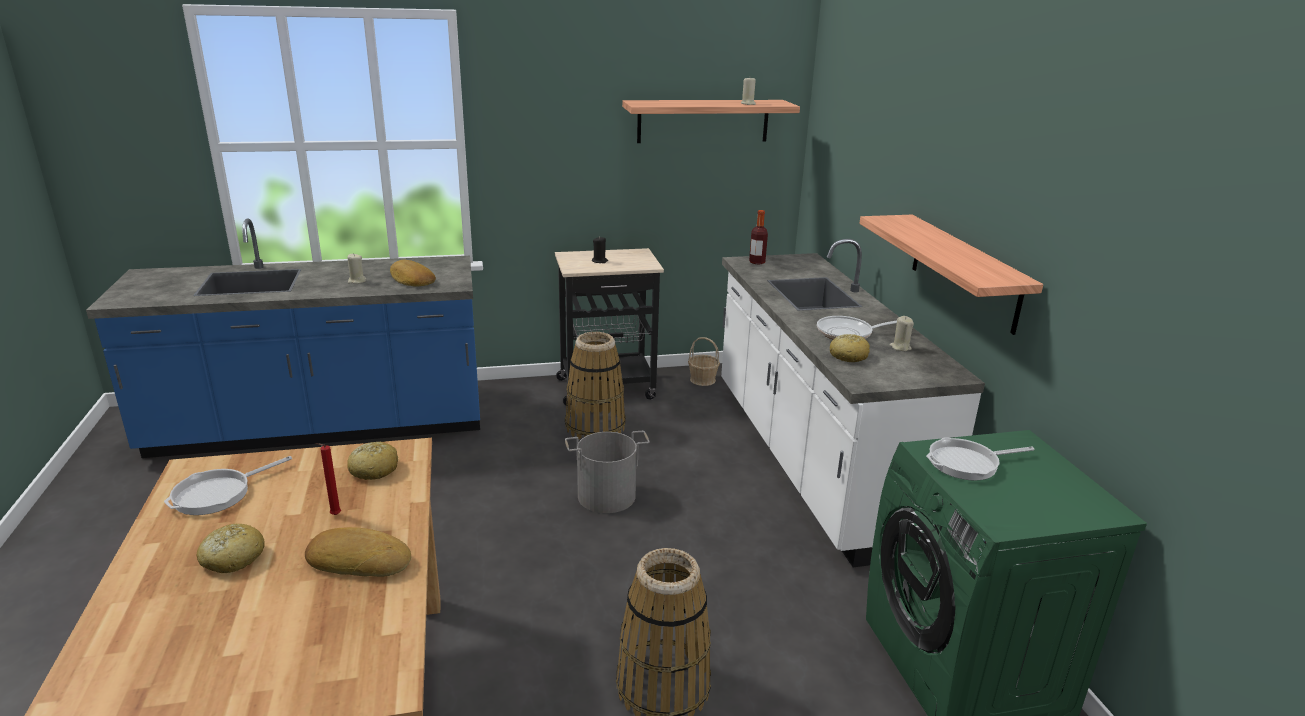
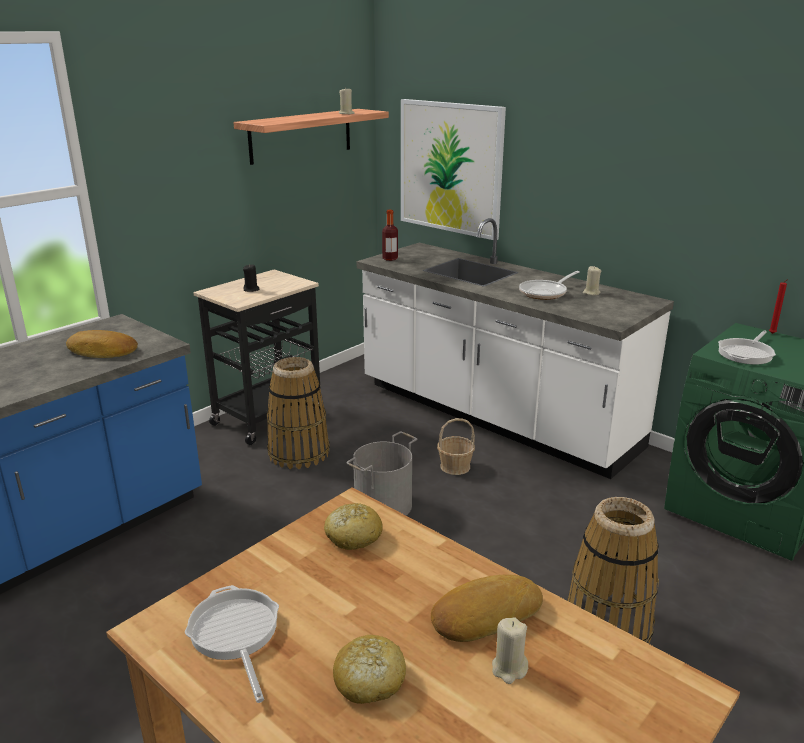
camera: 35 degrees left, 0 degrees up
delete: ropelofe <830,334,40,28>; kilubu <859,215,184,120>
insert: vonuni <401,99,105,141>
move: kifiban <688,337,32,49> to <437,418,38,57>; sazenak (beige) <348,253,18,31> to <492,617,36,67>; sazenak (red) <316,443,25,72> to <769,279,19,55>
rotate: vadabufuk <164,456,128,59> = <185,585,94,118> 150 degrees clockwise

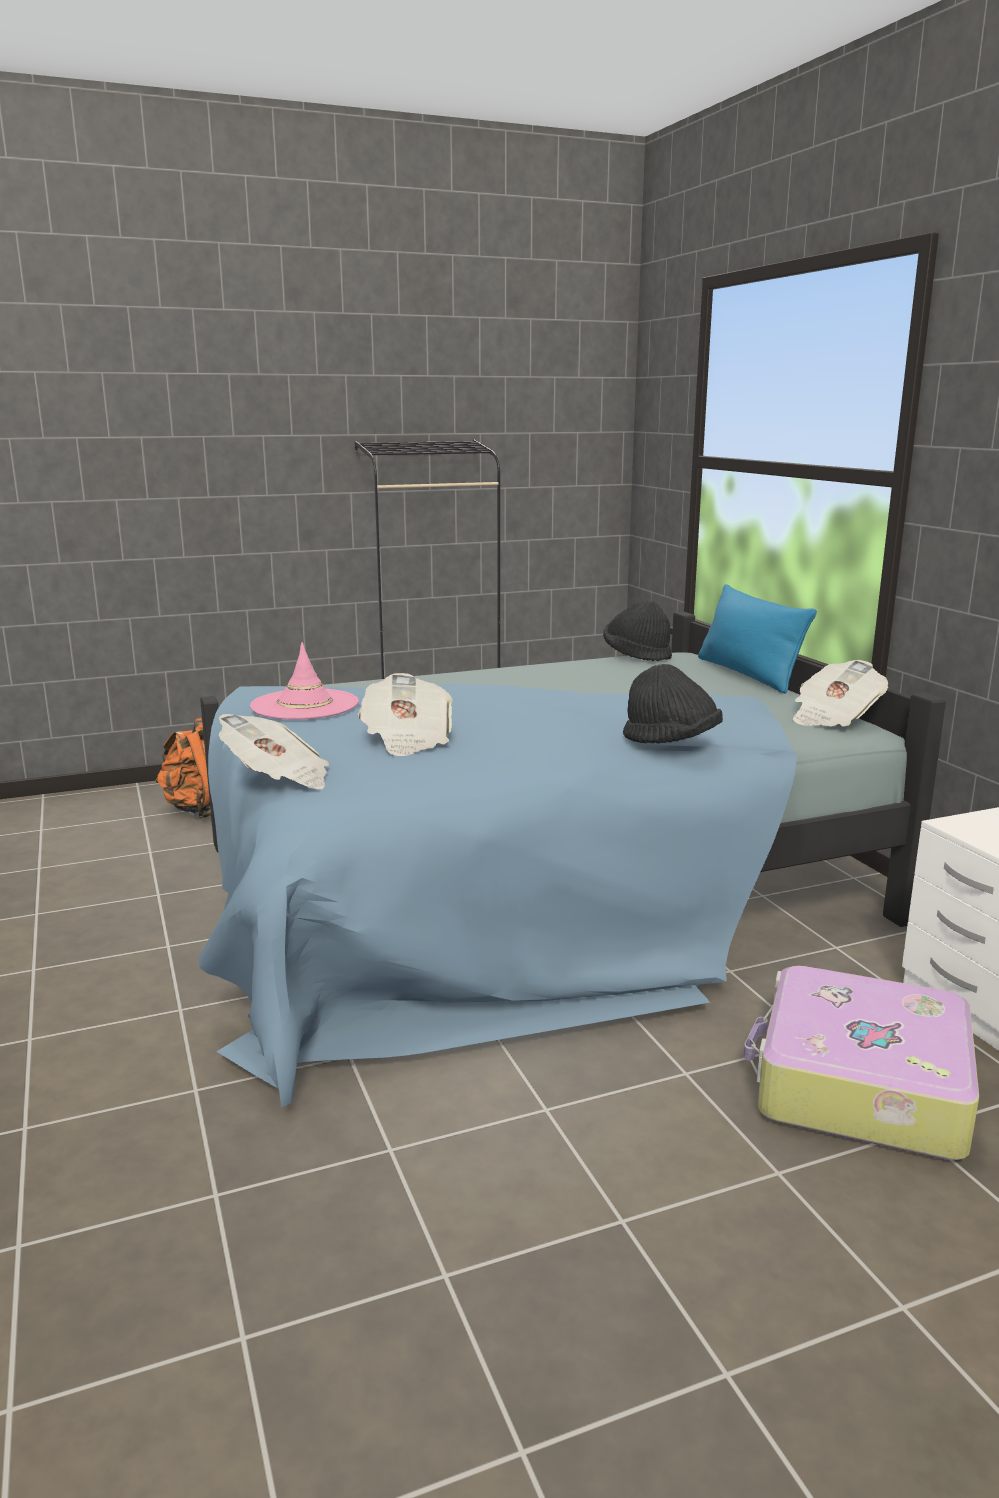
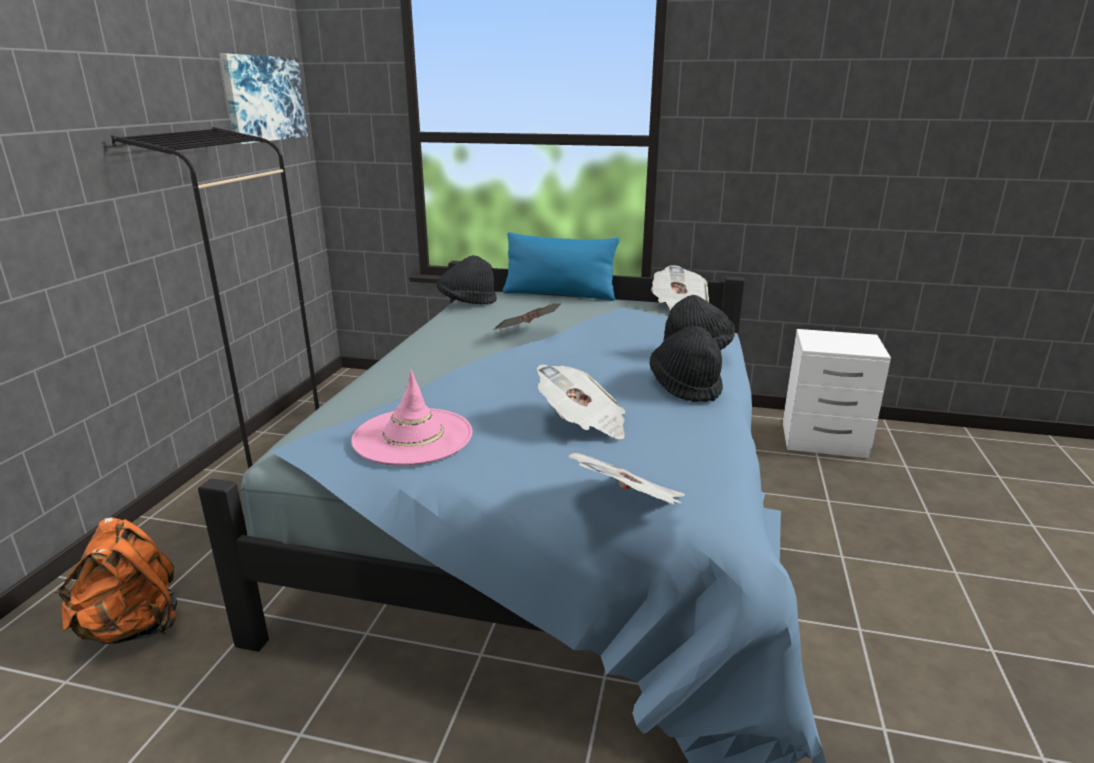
camera: 55 degrees left, 5 degrees up
delete: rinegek <743,966,236,194>
insert: vonuni <220,54,88,90>; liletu <494,304,67,26>; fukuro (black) <650,326,73,76>

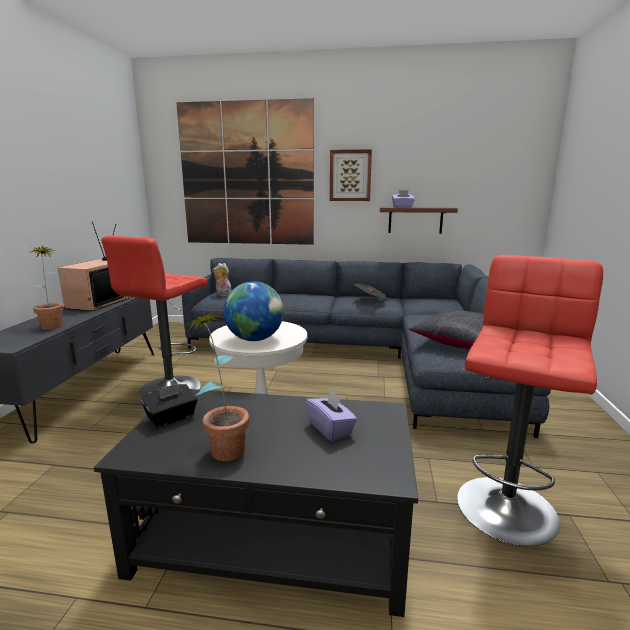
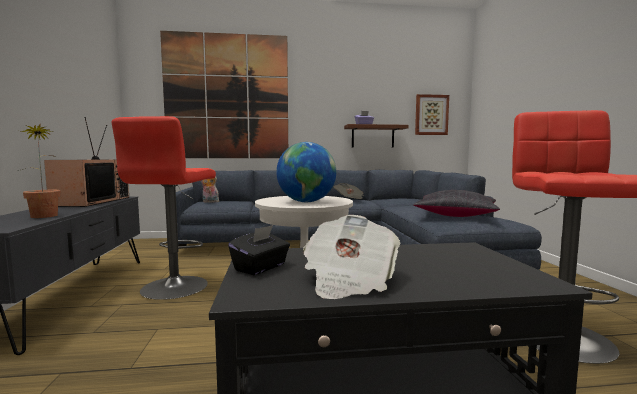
camera: 15 degrees left, 10 degrees down
delete: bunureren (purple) <306,390,51,51>
move: vonuni <330,149,42,52> to <415,94,34,41>
replace: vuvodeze <182,312,67,149> to liletu <303,215,97,84>

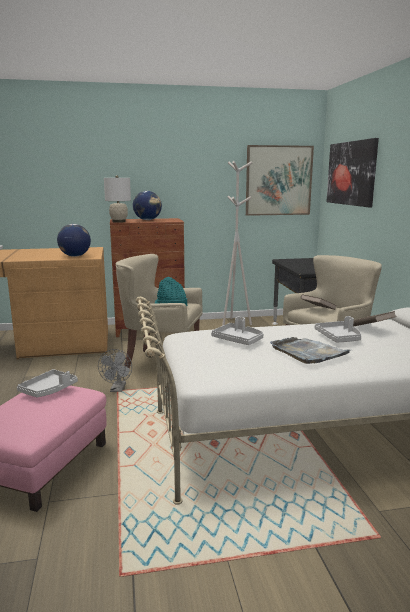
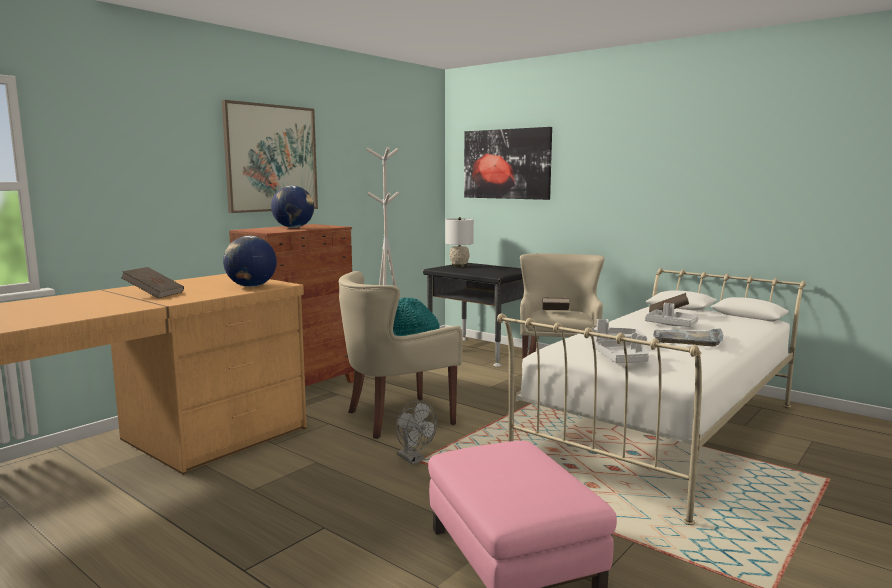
camera: 40 degrees left, 5 degrees down
insert: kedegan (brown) <121,267,63,31>
move: vonuni <246,145,68,71> to <222,100,96,113>; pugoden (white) <104,175,27,48> to <446,217,28,50>; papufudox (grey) <17,369,61,28> to <595,333,54,30>

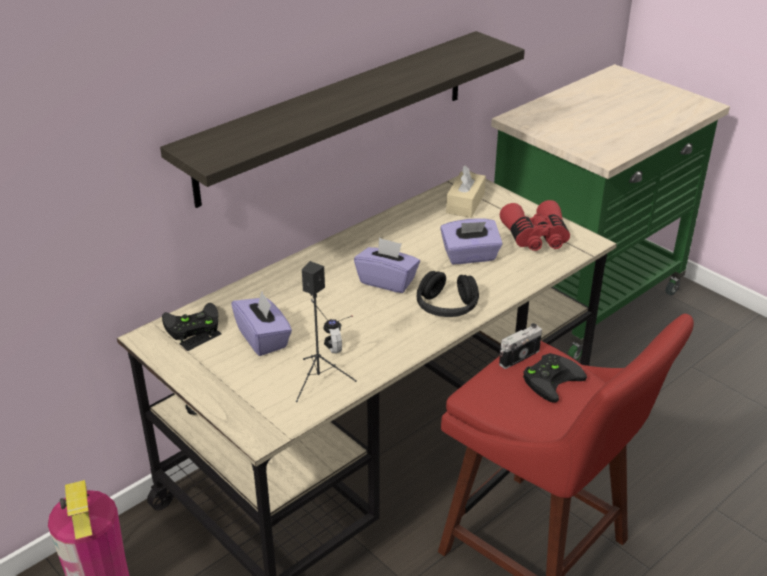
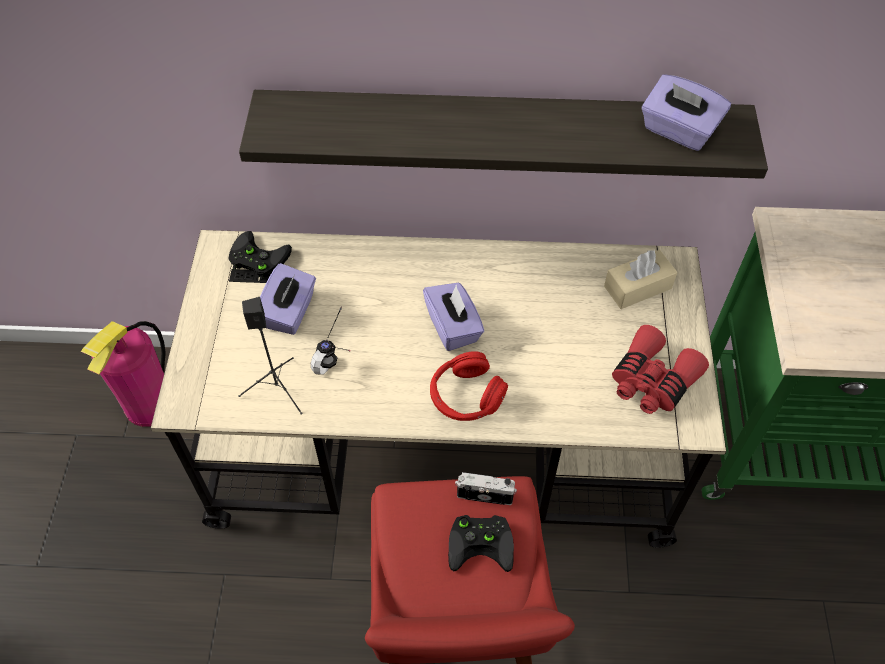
camera: 45 degrees right, 20 degrees up
move: bunureren (purple) <440,218,63,46> to <642,74,89,77>
recolor: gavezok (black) <417,271,62,46> to gavezok (red) <430,351,78,70>

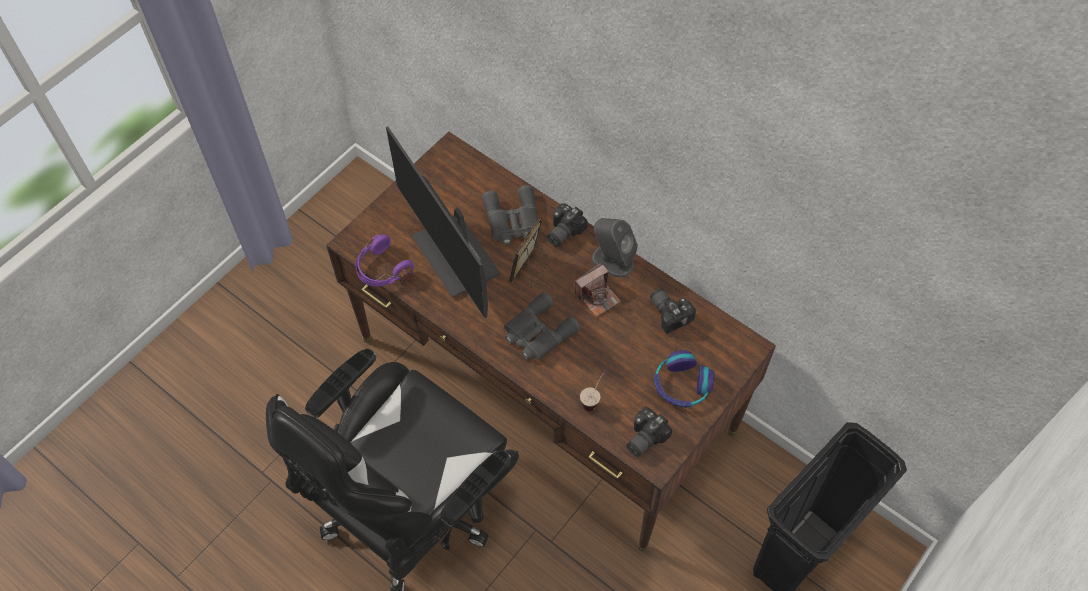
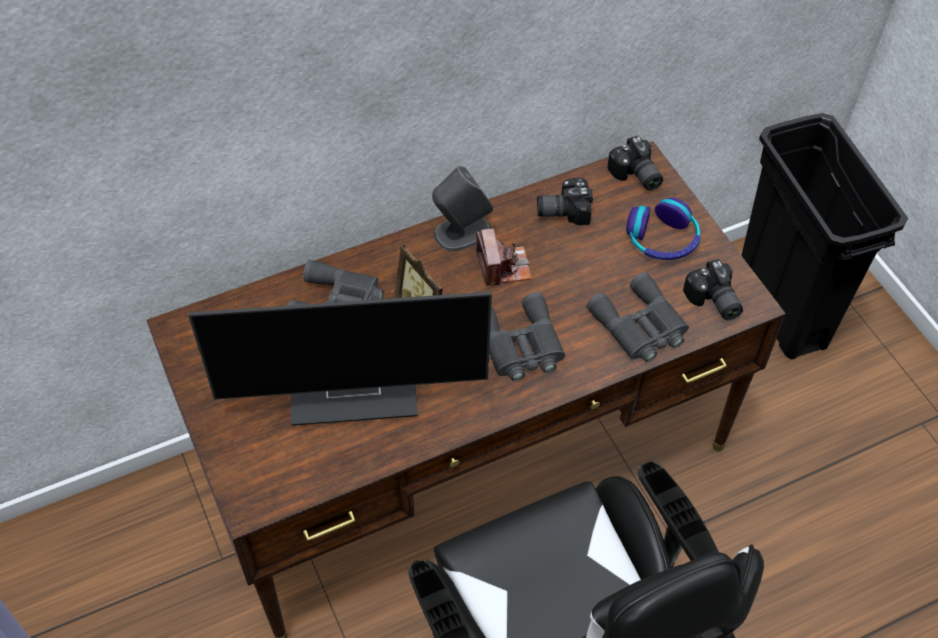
camera: 65 degrees left, 5 degrees down
delete: gavezok (purple) <356,234,58,52>
move: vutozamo <547,203,40,44> to <607,136,56,55>
replace: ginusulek <580,370,26,41> to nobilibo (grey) <587,272,102,90>

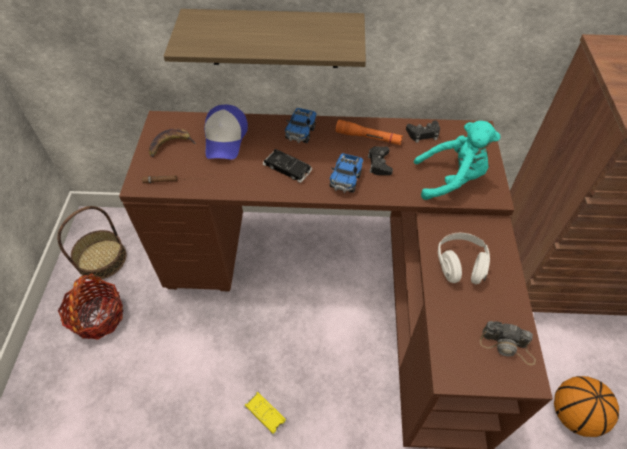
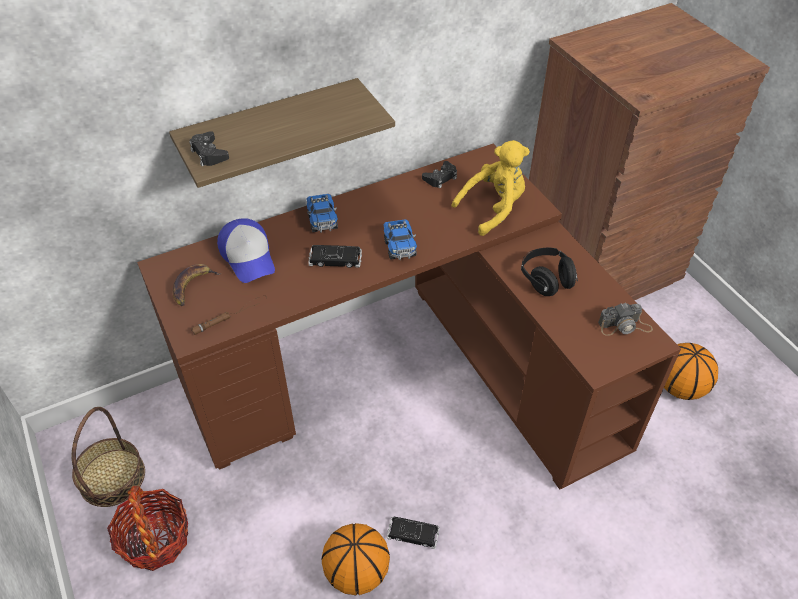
camera: 30 degrees left, 5 degrees down
delete: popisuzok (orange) <336,120,67,25>
insert: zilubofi <322,523,68,72>
move: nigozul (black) <368,146,25,29> to <189,131,40,35>
recolor: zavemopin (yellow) <244,392,43,44> to zavemopin (black) <387,516,53,33>; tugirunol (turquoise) <414,121,87,79> to tugirunol (yellow) <452,140,78,96>; gavezok (white) <438,233,52,51> to gavezok (black) <521,248,57,48>

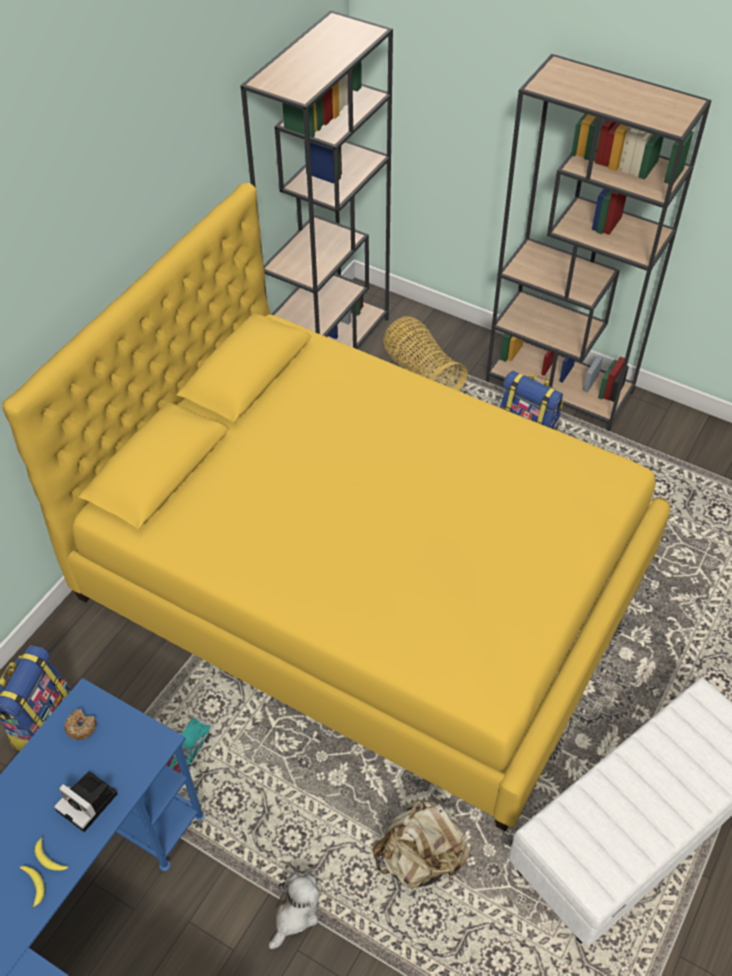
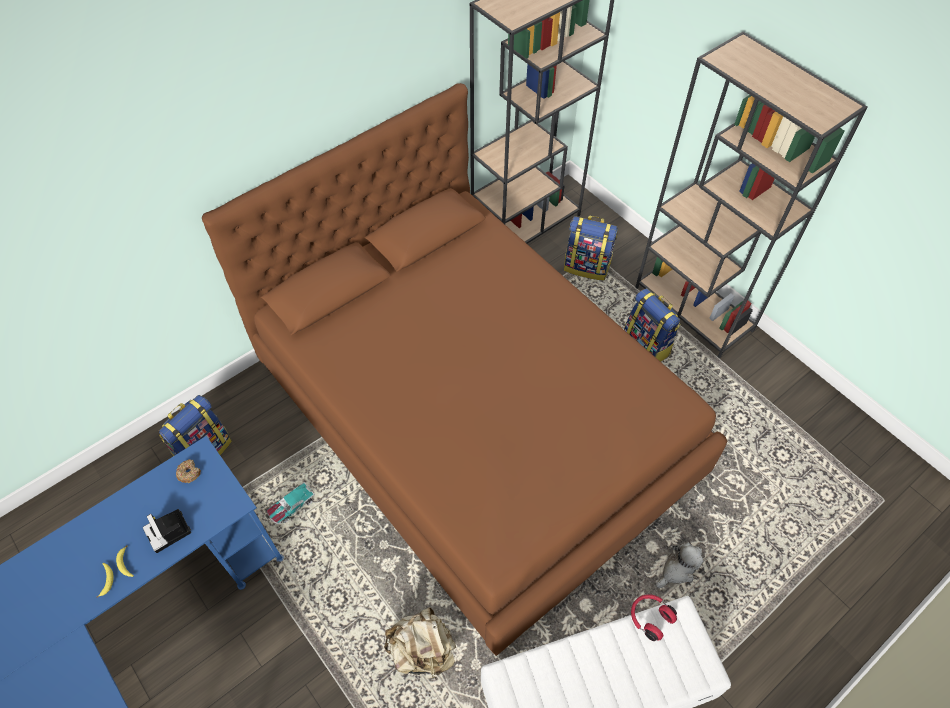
camera: 20 degrees right, 5 degrees up
insert: gavezok (red) <631,594,46,47>
move: tugirunol <269,872,51,77> to <655,542,48,46>
replace: kifiban <383,316,85,75> to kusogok <564,216,53,65>
recolor: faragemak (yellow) <3,183,667,649> to faragemak (brown) <202,83,525,573>

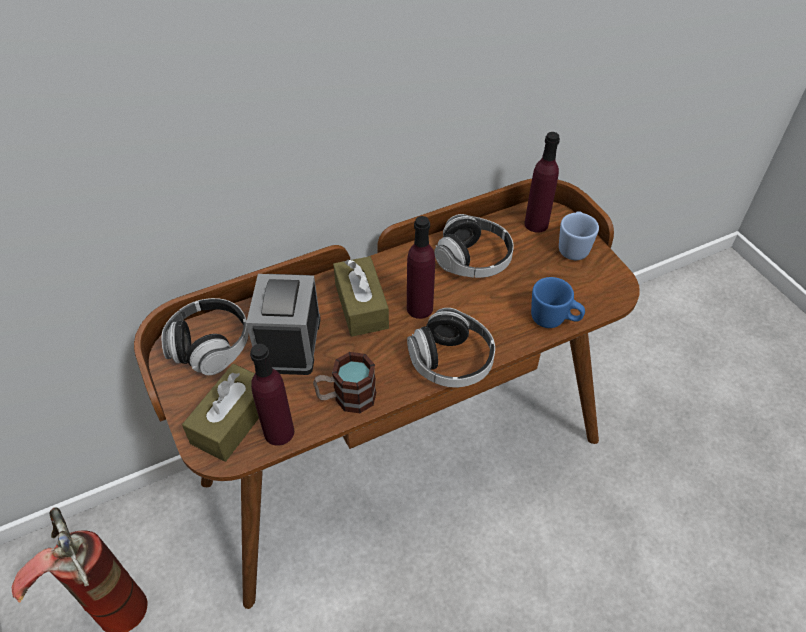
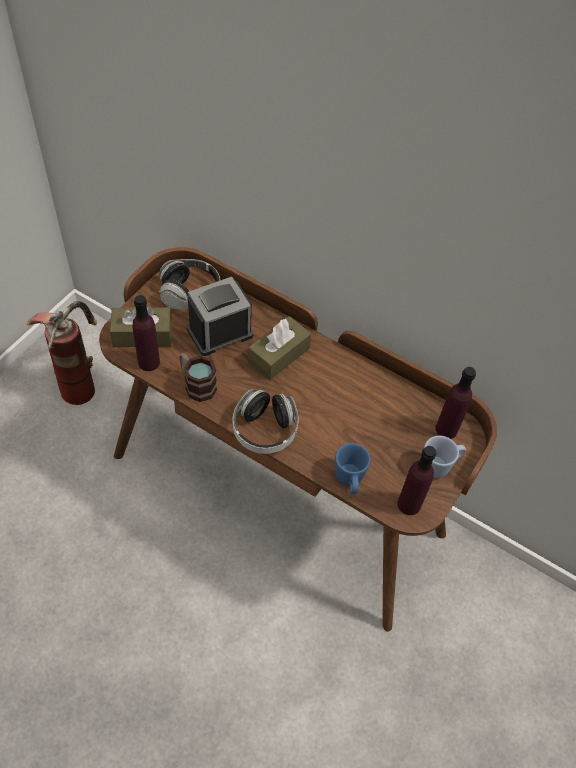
camera: 55 degrees right, 5 degrees up
delete: gavezok <434,214,80,64>
move: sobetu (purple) <407,216,28,103> to <397,446,39,69>

